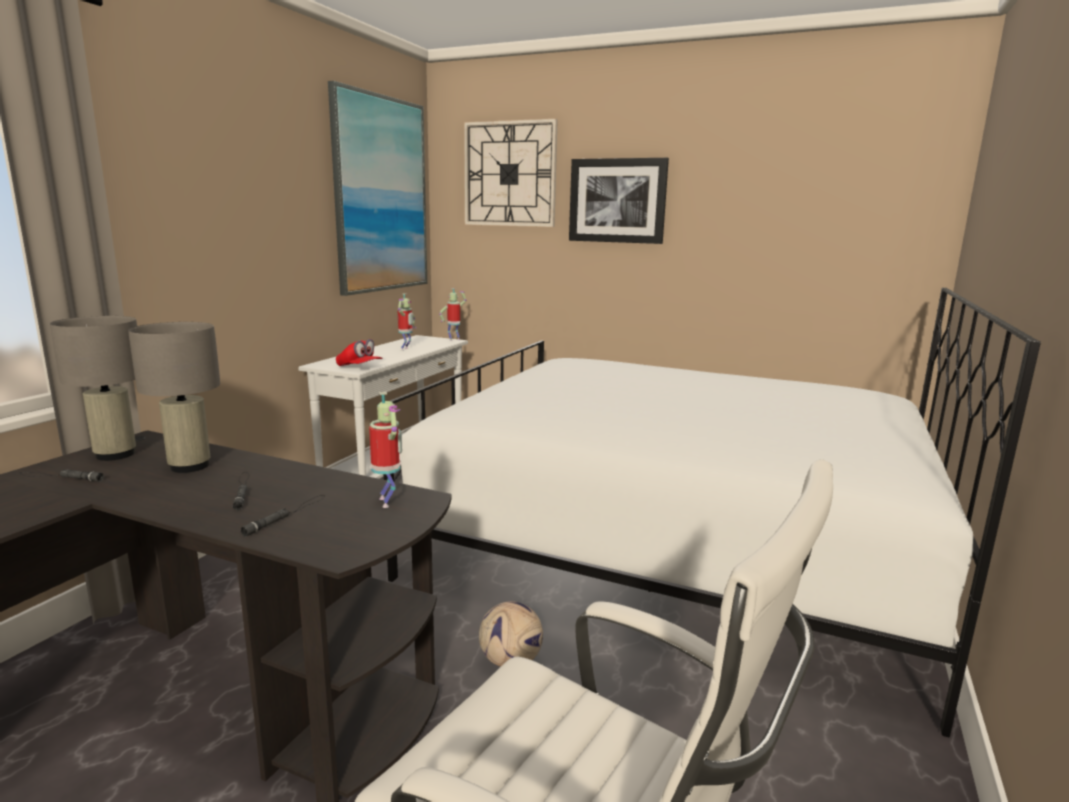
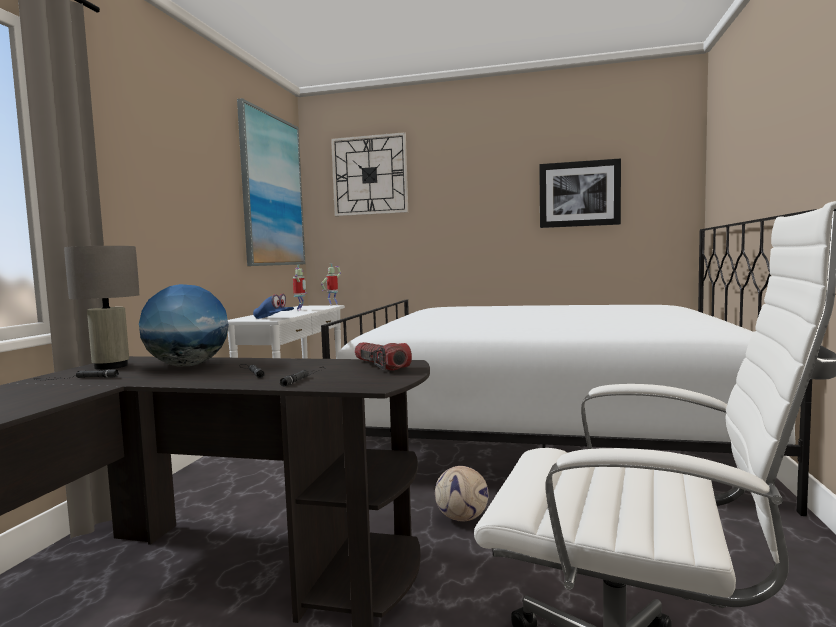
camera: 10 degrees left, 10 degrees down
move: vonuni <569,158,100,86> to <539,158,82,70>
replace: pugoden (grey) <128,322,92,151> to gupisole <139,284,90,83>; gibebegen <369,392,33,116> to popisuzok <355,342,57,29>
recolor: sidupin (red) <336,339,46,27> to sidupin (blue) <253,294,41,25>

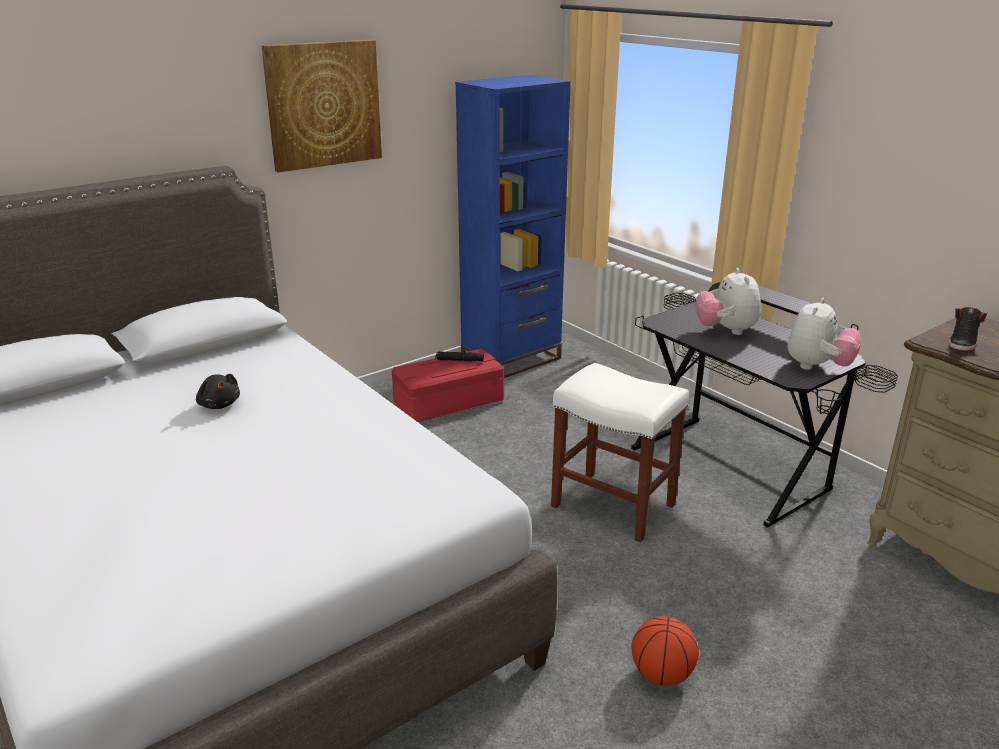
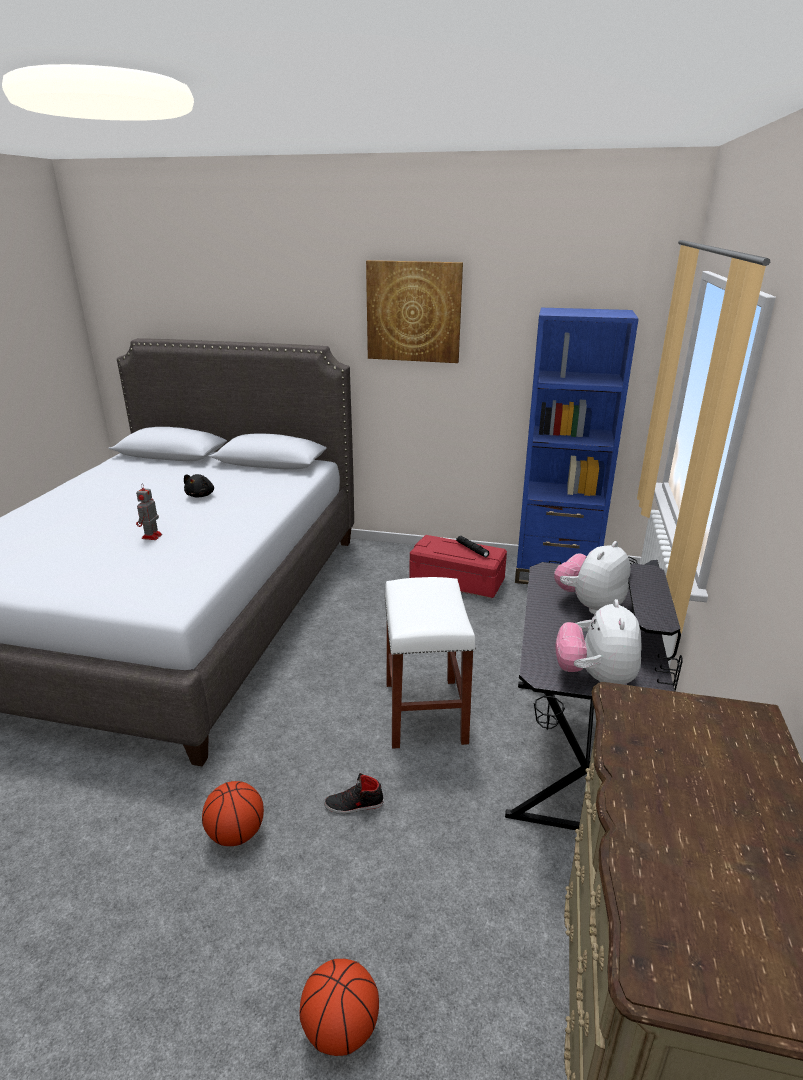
camera: 50 degrees right, 0 degrees up
insert: gibebegen <136,485,26,55>; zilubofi <300,959,79,97>
move: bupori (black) <949,307,38,44> to <324,773,60,41>
rotate: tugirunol <788,298,74,72> = <556,599,85,86> 105 degrees clockwise

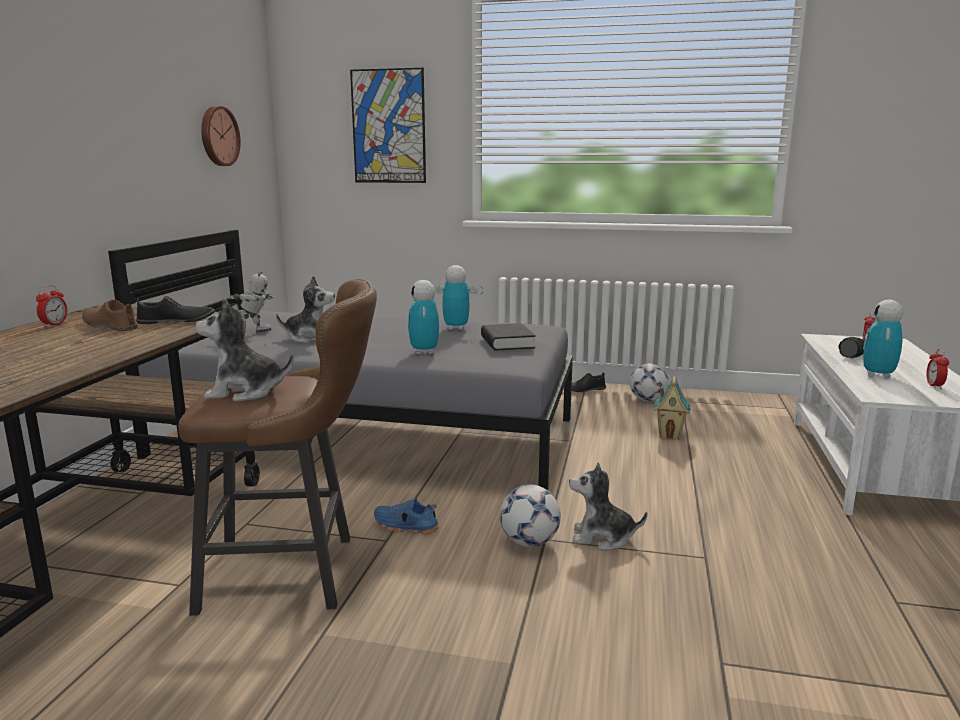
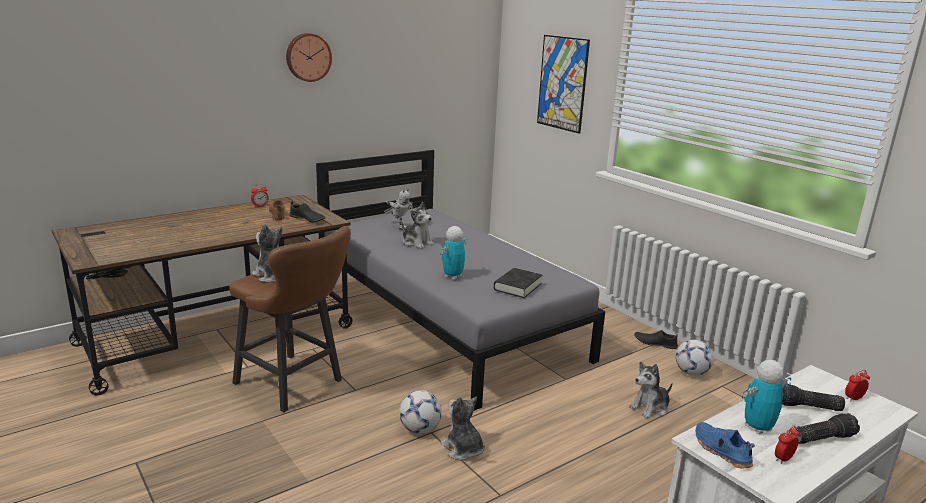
camera: 40 degrees right, 5 degrees up
delete: gibebegen <434,265,49,65>
insert: popisuzok <791,413,69,31>
move: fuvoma <201,106,40,60> to <286,33,46,49>; bupori (blue) <374,498,65,37> to <695,422,60,46>
replace: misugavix <654,376,36,64> to tugirunol <629,361,44,58>

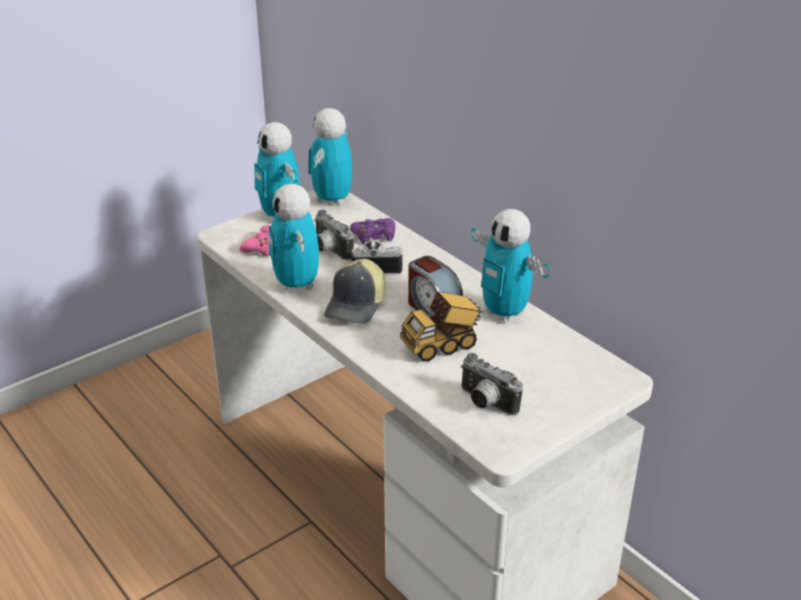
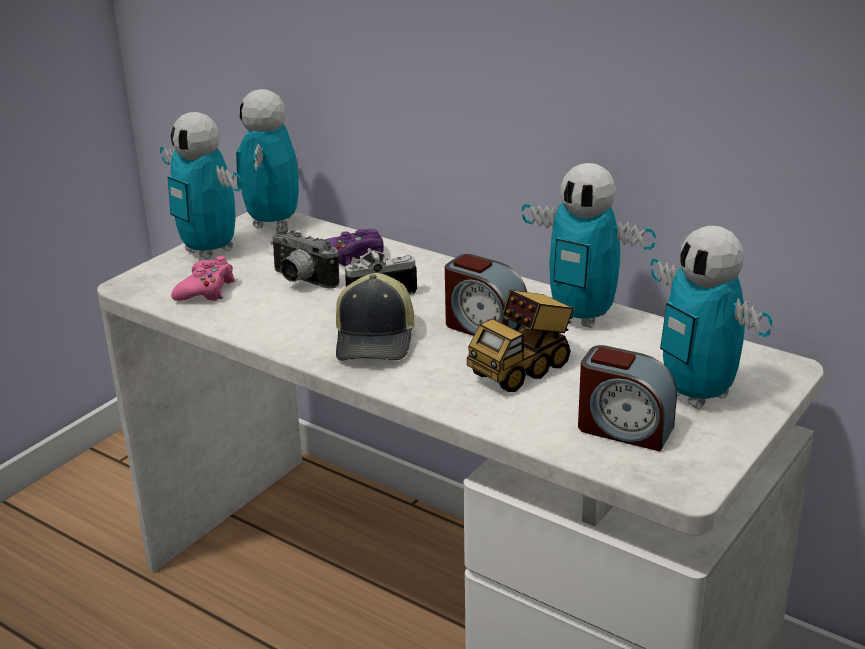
camera: 15 degrees left, 5 degrees down
move: gibebegen <269,184,50,109> to <650,226,122,183>
replace: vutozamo <461,353,62,62> to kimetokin <578,345,99,107>

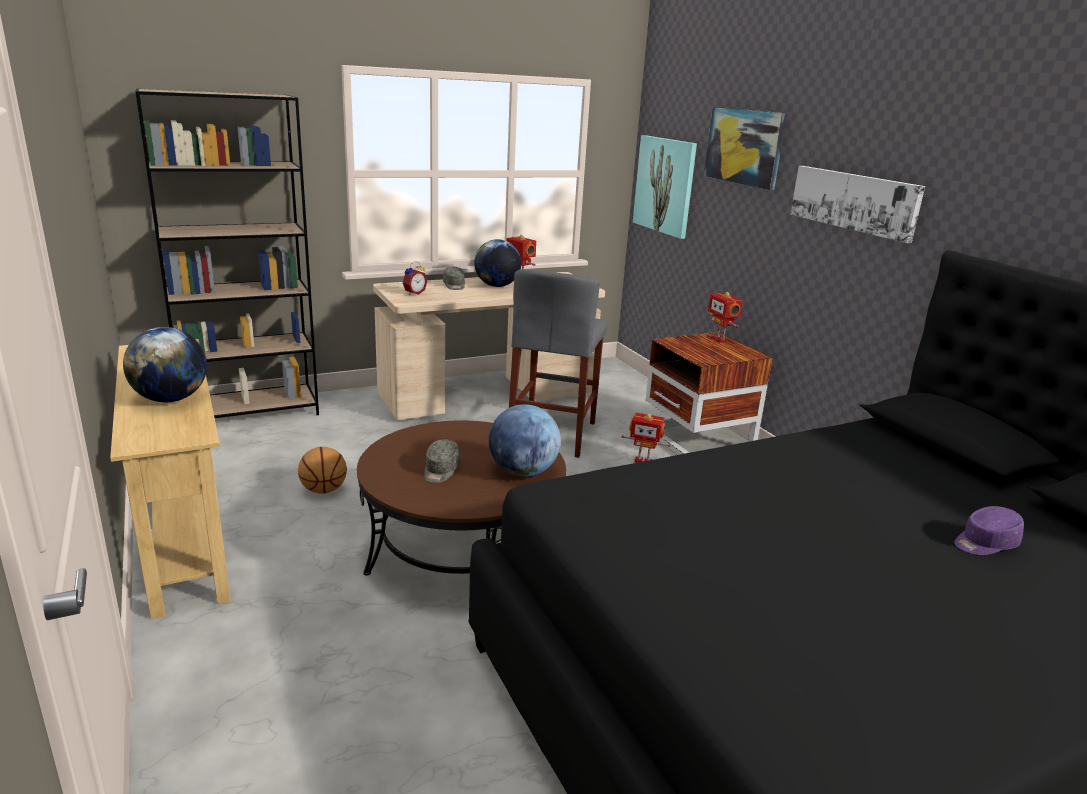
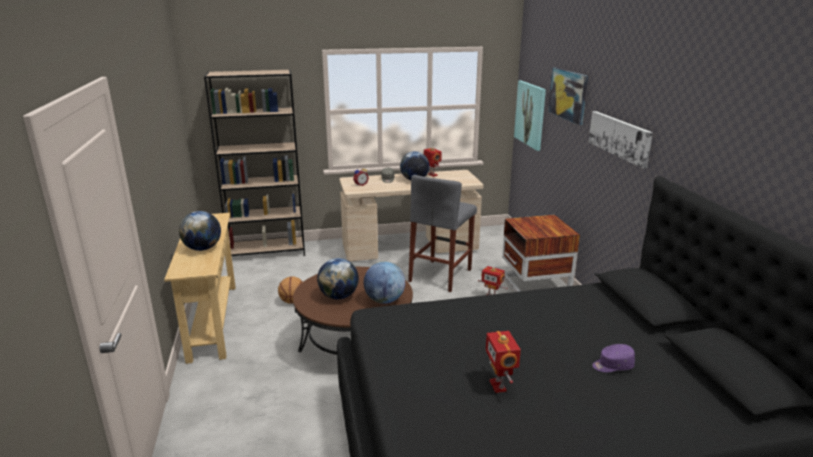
camera: 15 degrees right, 0 degrees up
move: gibebegen <708,292,35,51> to <486,331,35,62>
replace: sidupin (grey) <424,439,36,44> to gupisole <317,258,42,41>

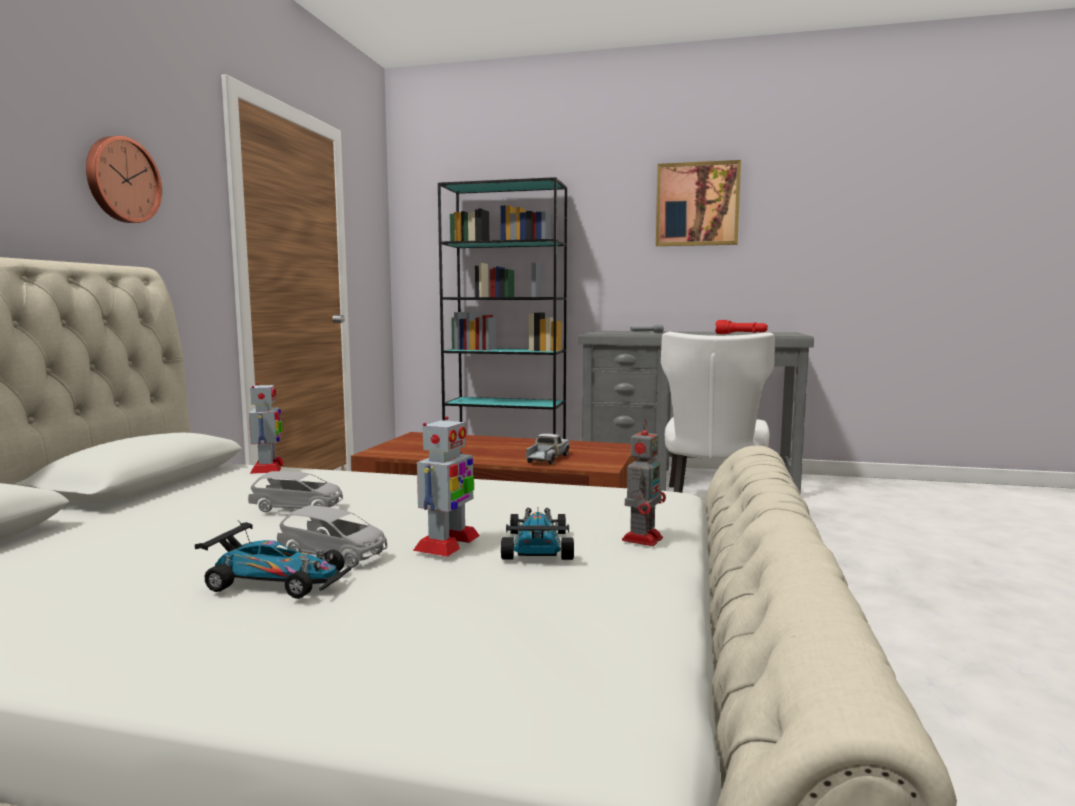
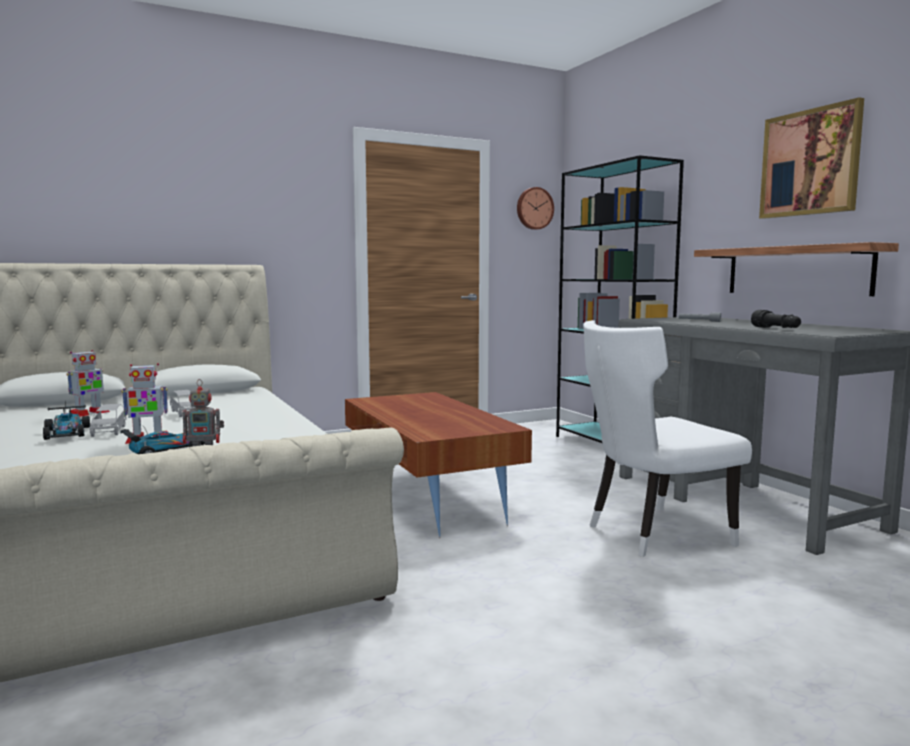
camera: 50 degrees right, 0 degrees up
delete: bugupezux <526,434,44,30>
insert: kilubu <694,242,205,54>
move: gibebegen <249,383,35,91> to <66,350,44,67>; fuvoma <86,136,76,87> to <517,187,37,43>
recolor: popisuzok (red) <715,320,53,14> to popisuzok (black) <751,310,50,18>

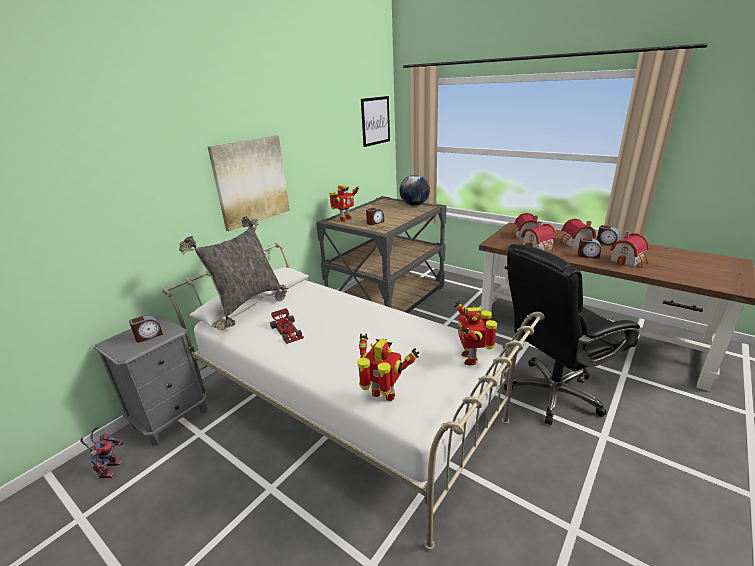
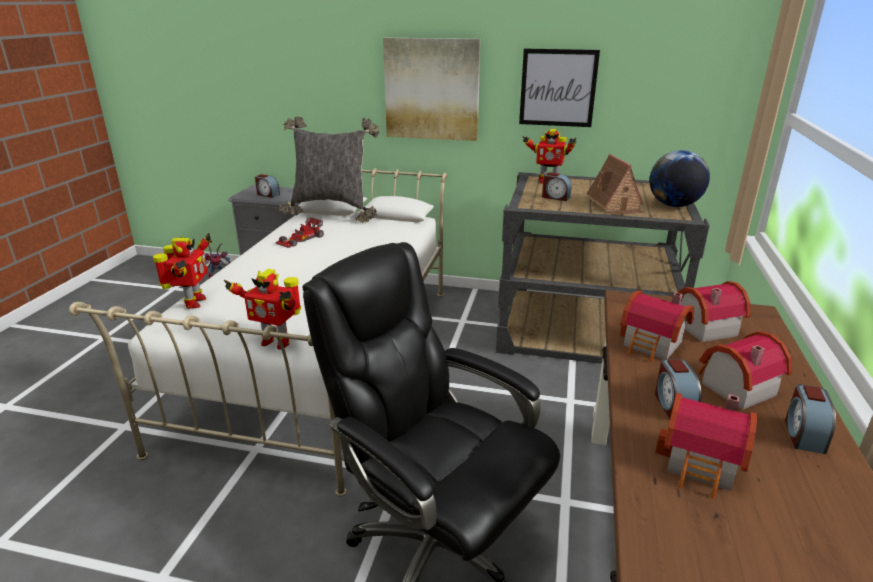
camera: 65 degrees right, 0 degrees up
insert: misugavix <586,154,58,61>
move: vonuni <361,96,29,51> to <519,49,81,78>
rotate: gibebegen <455,300,42,65> = <224,269,78,81> 135 degrees counterclockwise

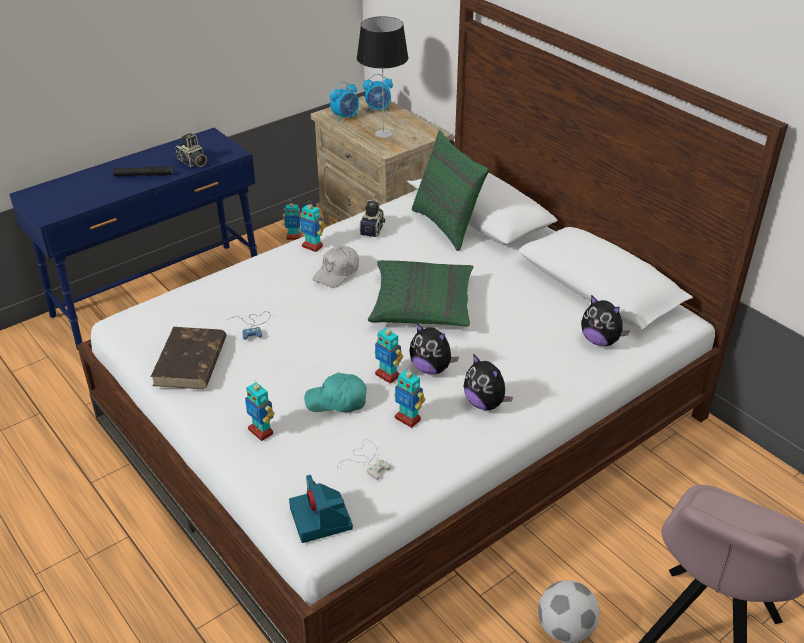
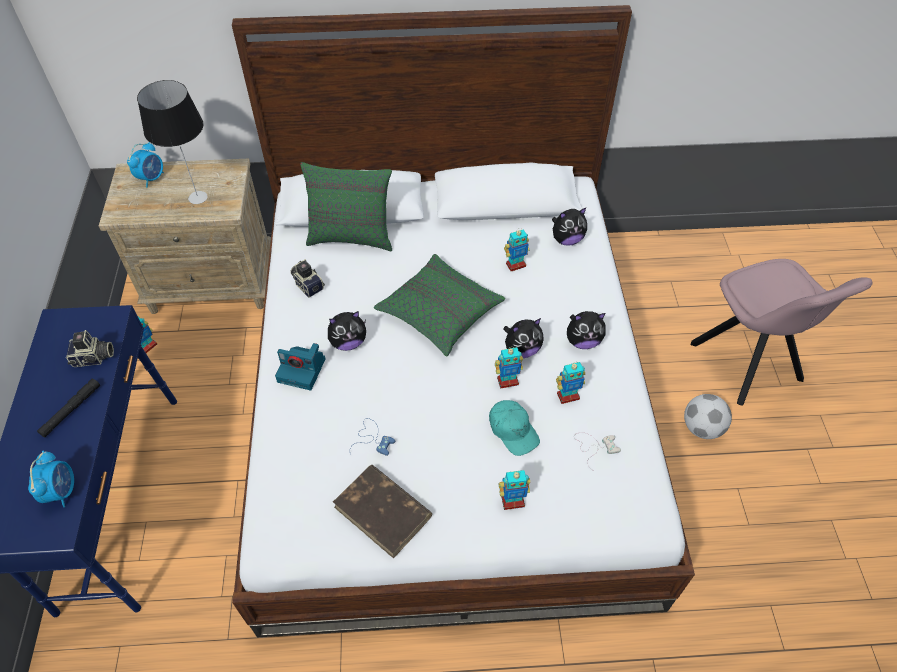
camera: 55 degrees left, 15 degrees up
move: kimetokin <330,81,29,41> to <28,451,46,56>; vutozamo <289,475,64,68> to <275,343,51,47>; gibebegen <300,204,25,48> to <504,228,25,43>
replace: sidupin (white) <313,246,46,42> to tugirunol <328,311,38,40>
rotate: sidupin (turquoise) <304,373,63,39> = <489,400,51,56> 75 degrees counterclockwise

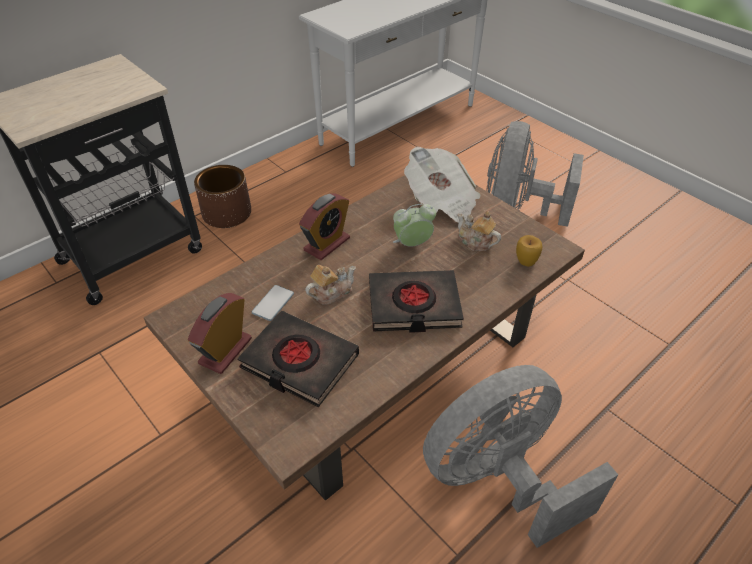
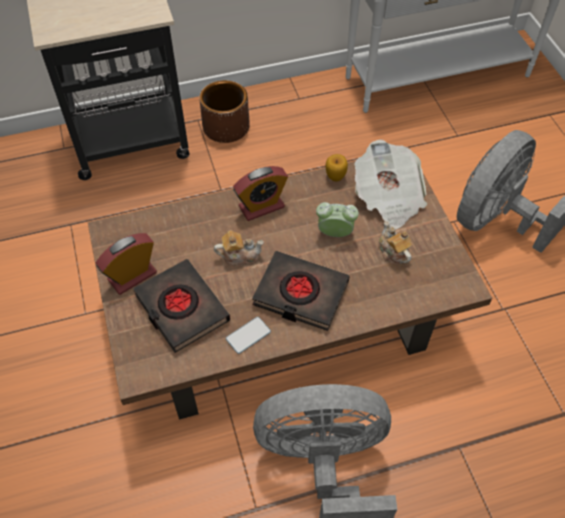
camera: 25 degrees right, 10 degrees up
move: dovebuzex <252,285,42,36> to <226,317,45,37>; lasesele <516,235,27,32> to <325,154,23,28>

